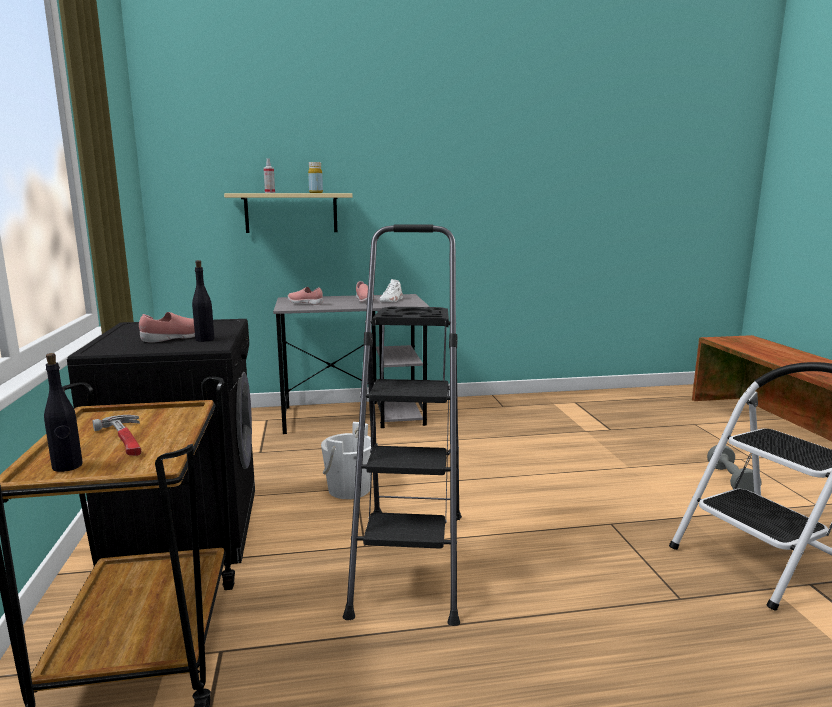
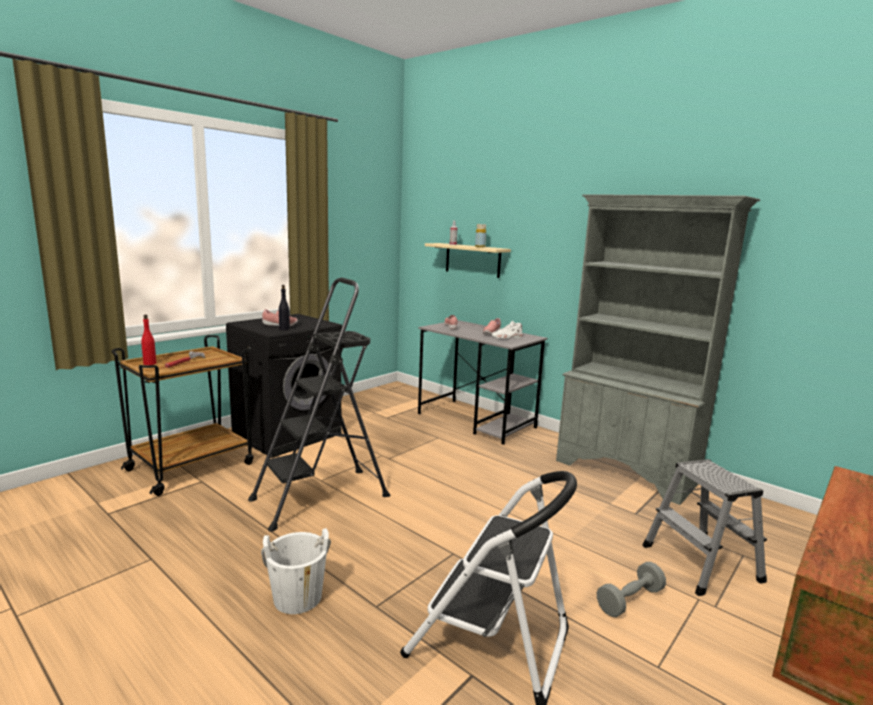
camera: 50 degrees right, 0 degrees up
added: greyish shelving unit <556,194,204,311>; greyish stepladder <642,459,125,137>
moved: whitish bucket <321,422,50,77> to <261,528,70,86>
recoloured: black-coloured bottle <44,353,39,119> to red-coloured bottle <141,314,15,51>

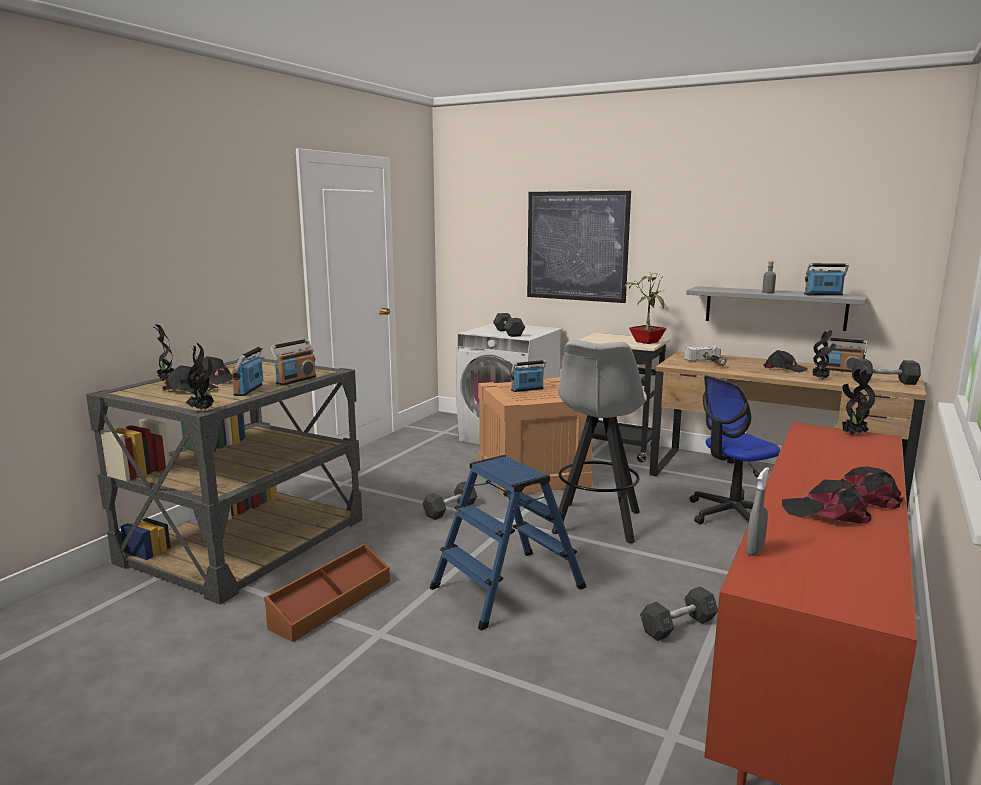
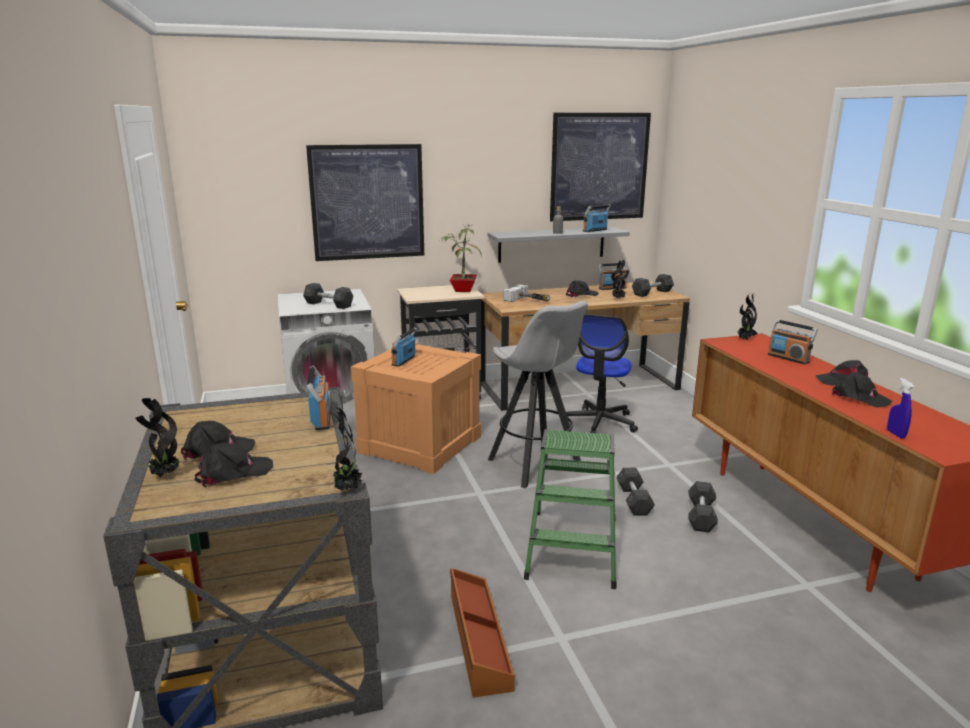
camera: 45 degrees left, 5 degrees up
added: picture <550,113,101,108>
moved: radio <232,346,32,50> to <768,319,50,45>; greyish free weight <422,481,55,39> to <616,468,39,48>
recoloured: blue stepladder <430,455,156,176> to greenish stepladder <524,429,93,160>; greyish hand sprayer <746,467,23,89> to blue hand sprayer <887,378,27,61>
turned: black-coloured peaked cap <782,481,89,43> = <832,372,60,36> 120 degrees counterclockwise

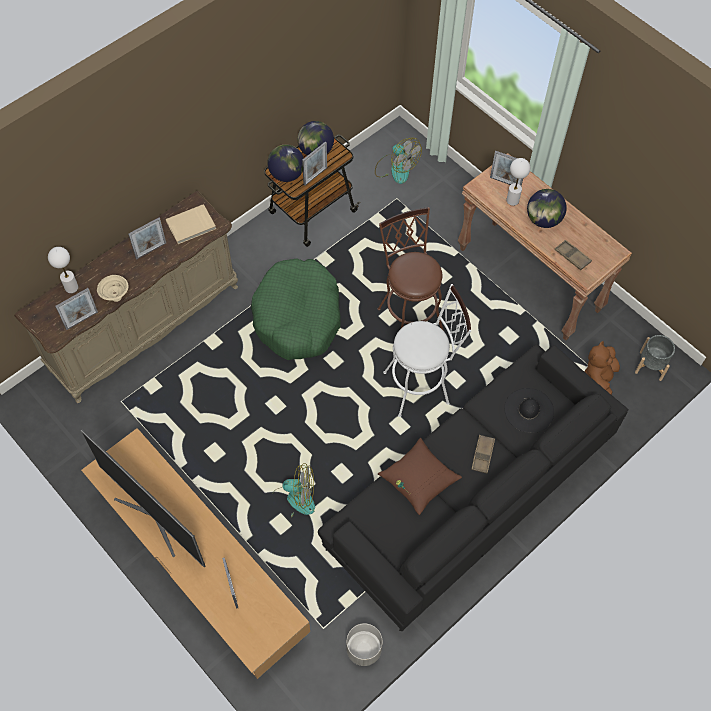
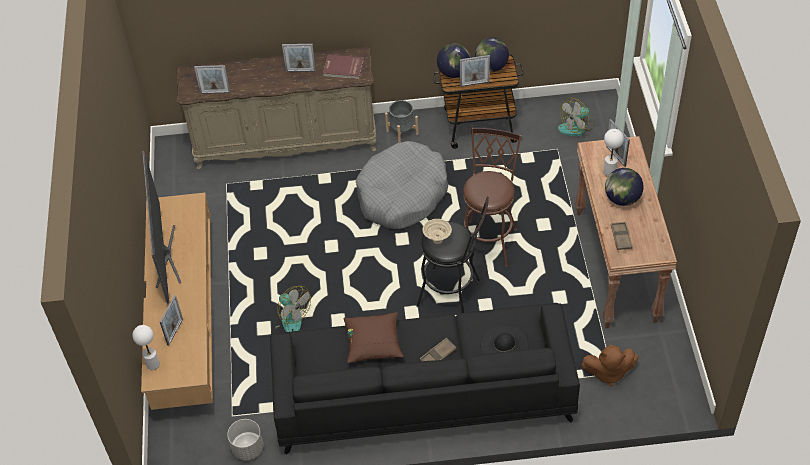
camera: 40 degrees right, 10 degrees down
moved: whitish tabletop lamp <48,247,30,46> to <132,325,28,45>; beige-coloured deep dish <97,275,31,27> to <422,219,30,25>; greyish plant pot <635,335,40,46> to <385,100,34,43>
recoloured: beige-coloured book <166,204,50,40> to red-coloured book <323,55,41,24>; greenish dog cushion <251,258,89,102> to greyish dog cushion <356,141,92,88>; whitish stool <383,284,88,133> to black-coloured stool <416,197,73,116>
turned: cooling fan <375,138,47,46> = <558,98,37,38> 60 degrees clockwise; brown-coloured plush toy <584,341,36,54> = <581,345,57,41> 150 degrees counterclockwise

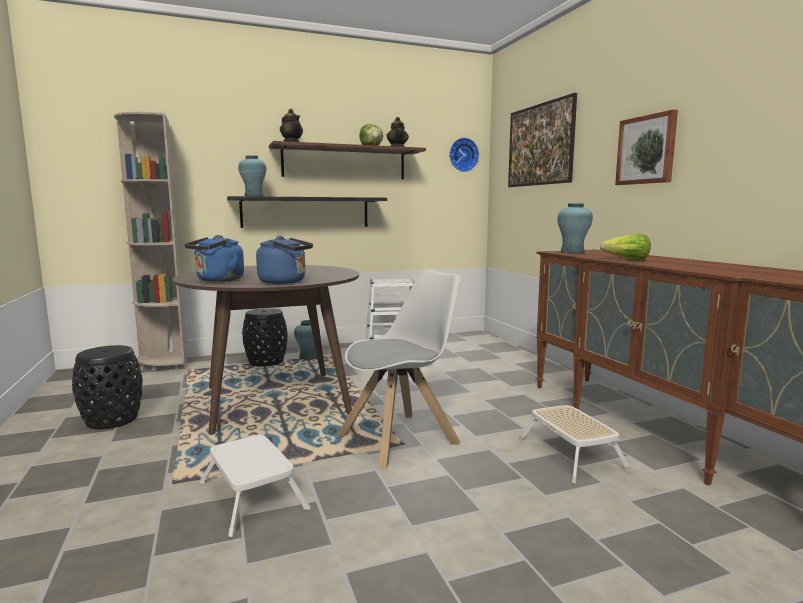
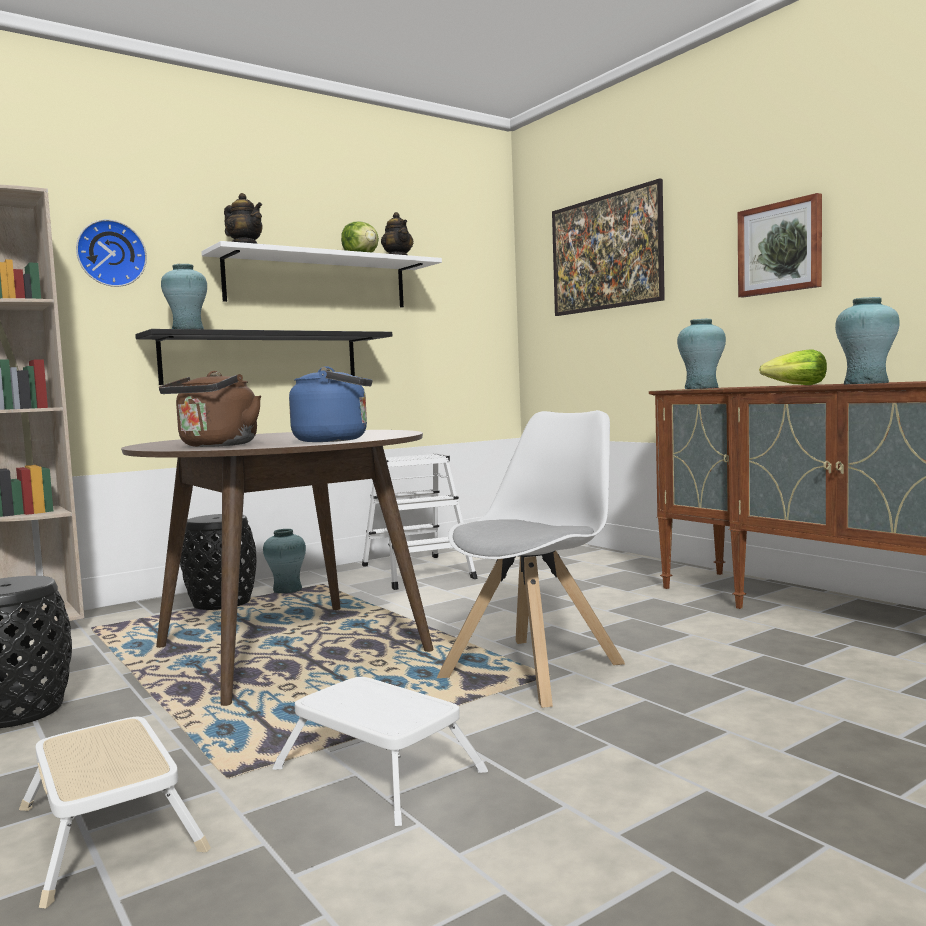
camera: 15 degrees left, 5 degrees down
added: turquoise decorative vase <835,297,64,87>
moved: clock on the wall <449,138,30,34> to <76,219,71,68>; beige-coloured stepladder <518,405,114,79> to <19,717,192,192>
recoloured: blue kettle <185,235,59,47> to brown-coloured kettle <159,371,102,76>; brown-coloured wall shelf <269,141,157,39> to whitish wall shelf <201,241,241,66>

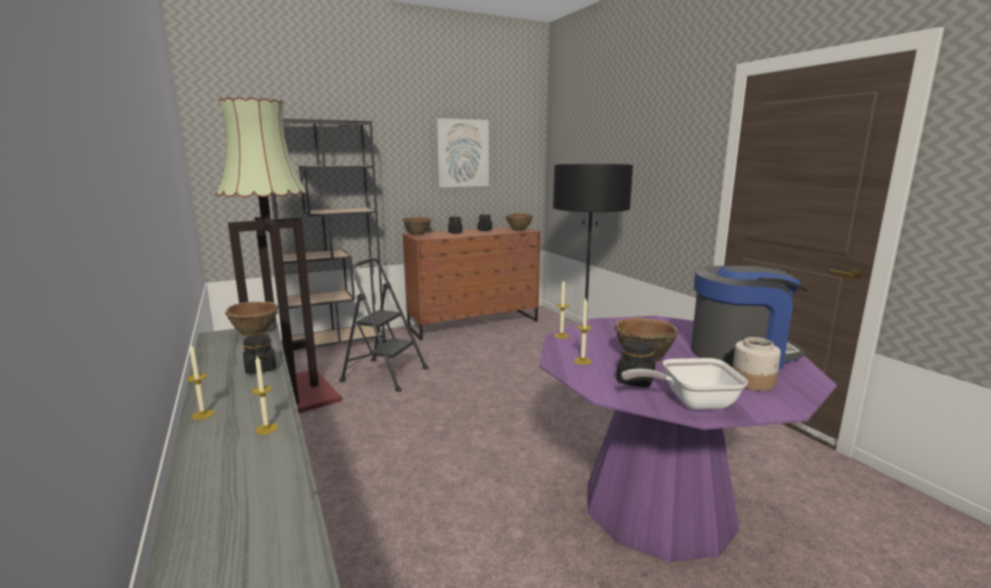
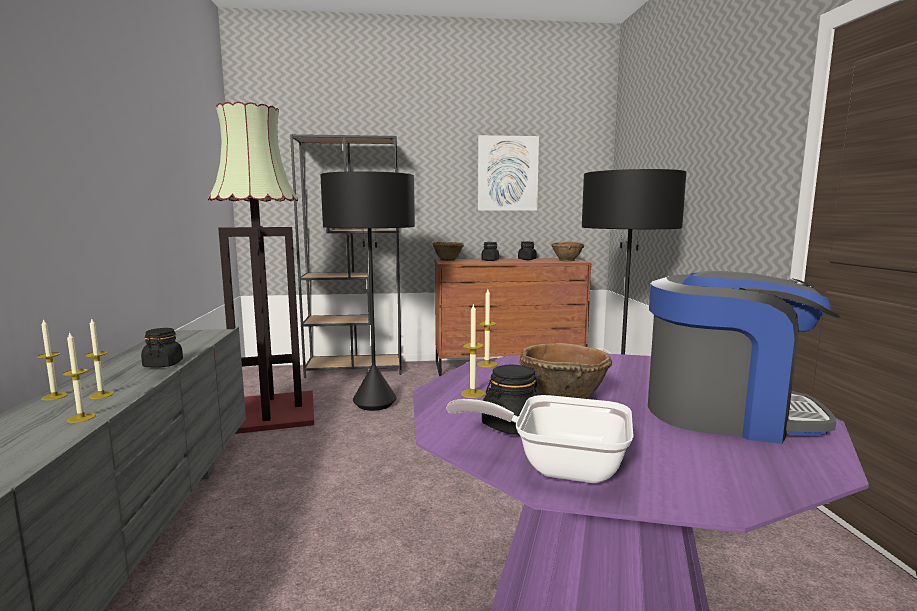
camera: 20 degrees right, 5 degrees down
removed: brown-coloured deep dish <225,302,53,35>; jar <732,337,49,54>
added: candle <85,319,29,80>
replaced: black-coloured stepladder <339,258,89,134> to black-coloured floor lamp <321,171,94,240>

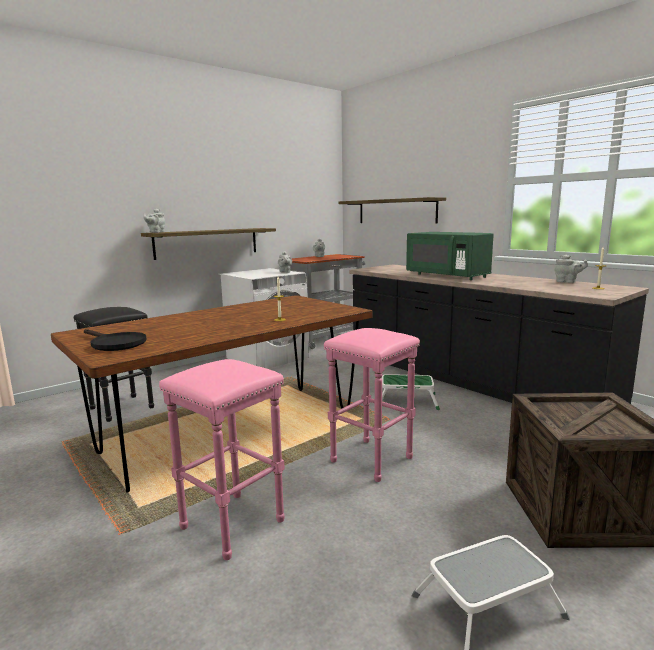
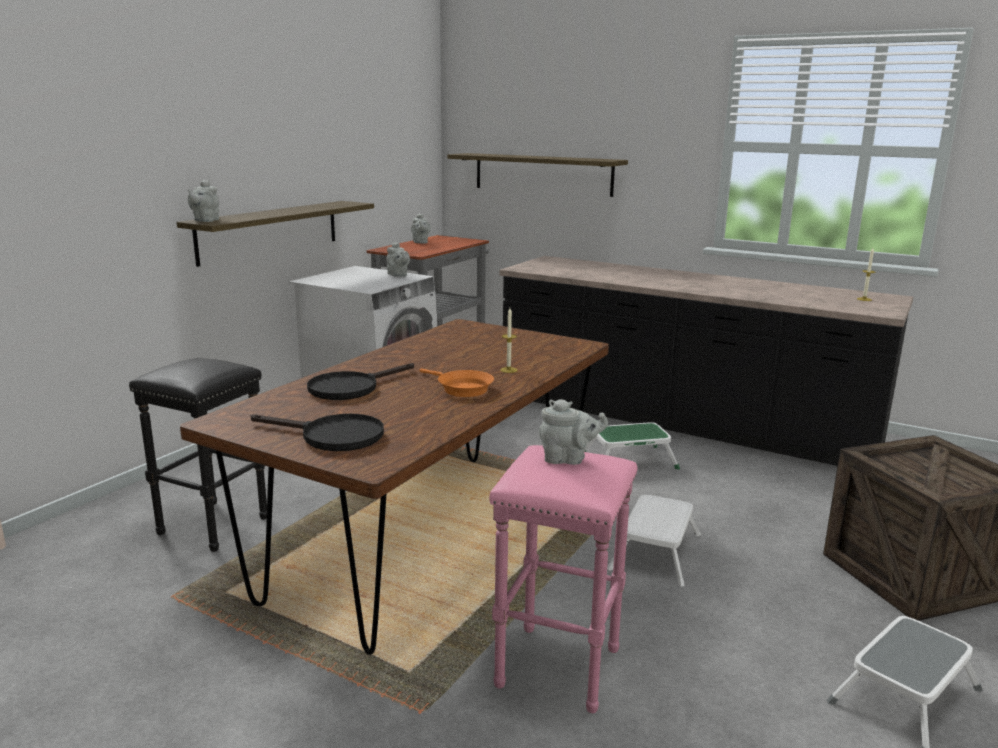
camera: 20 degrees left, 5 degrees up
removed: greenish microwave <406,232,88,48>
added: black-coloured skillet <307,363,107,37>; orange skillet <419,368,75,29>
moved: greyish teapot <554,255,34,28> to <539,399,69,66>
replaced: pink-coloured stool <324,328,96,154> to whitish stepladder <607,495,94,92>

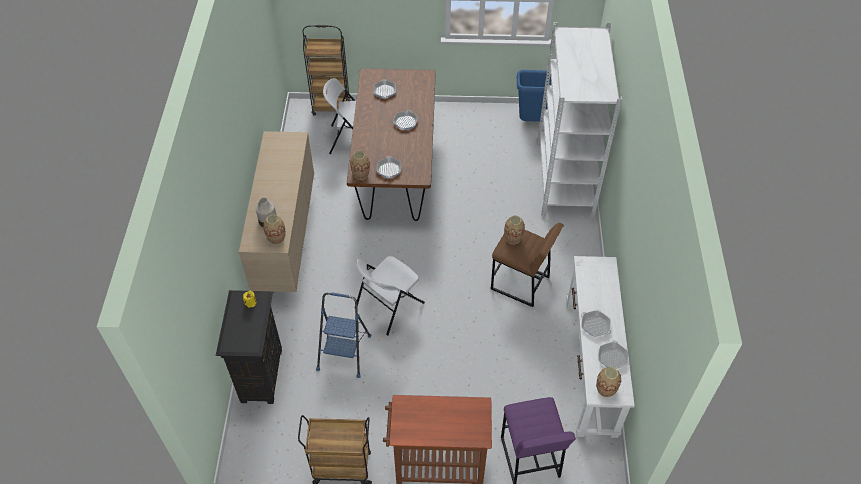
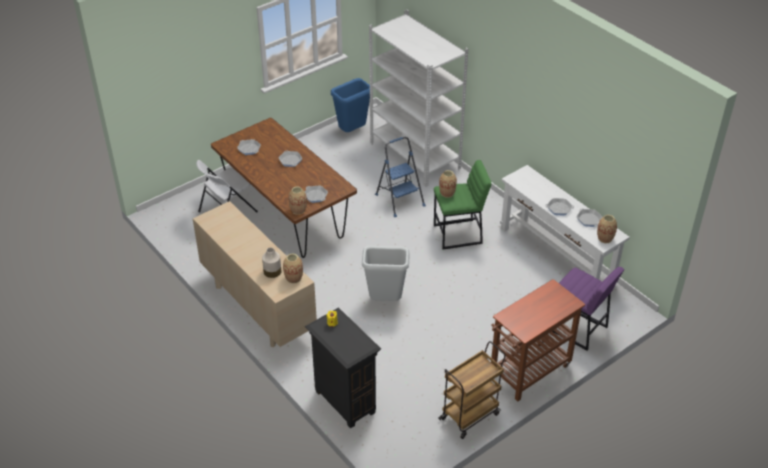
camera: 40 degrees left, 10 degrees down
removed: brown-coloured wheeled cart <303,25,50,91>
moved: blue stepladder <316,292,56,86> to <375,137,51,80>
replaced: whitish upright chair <354,256,71,80> to greyish trash can <362,246,48,55>
recoloured: brown-coloured stool <491,223,73,84> to greenish stool <434,160,58,90>

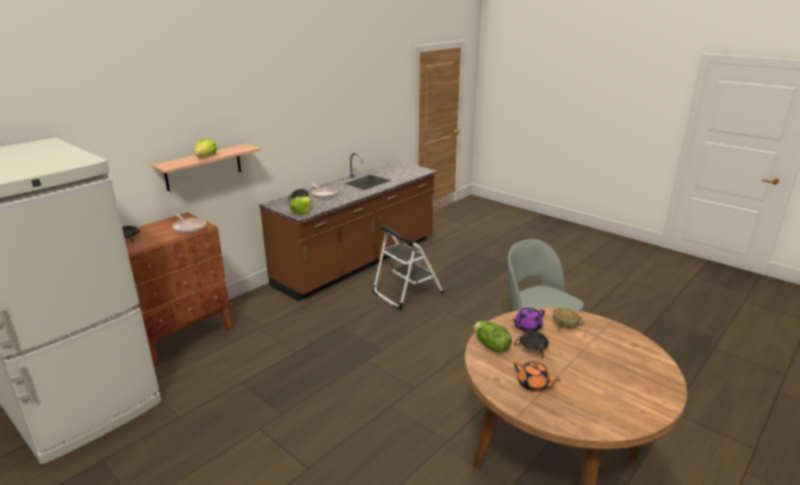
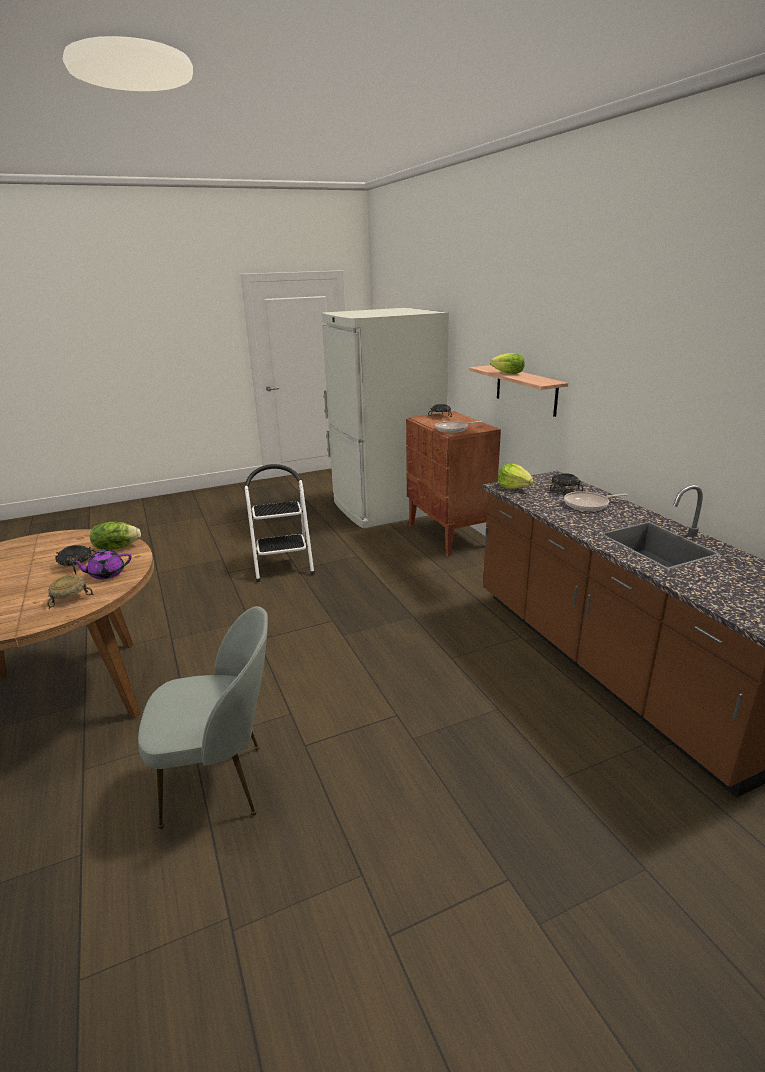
camera: 115 degrees right, 0 degrees up
removed: orange teapot <513,361,48,31>
moved: stepladder <373,225,71,85> to <245,464,70,118>
turned: purple-coloured teapot <512,308,33,24> = <71,550,61,30> 105 degrees counterclockwise

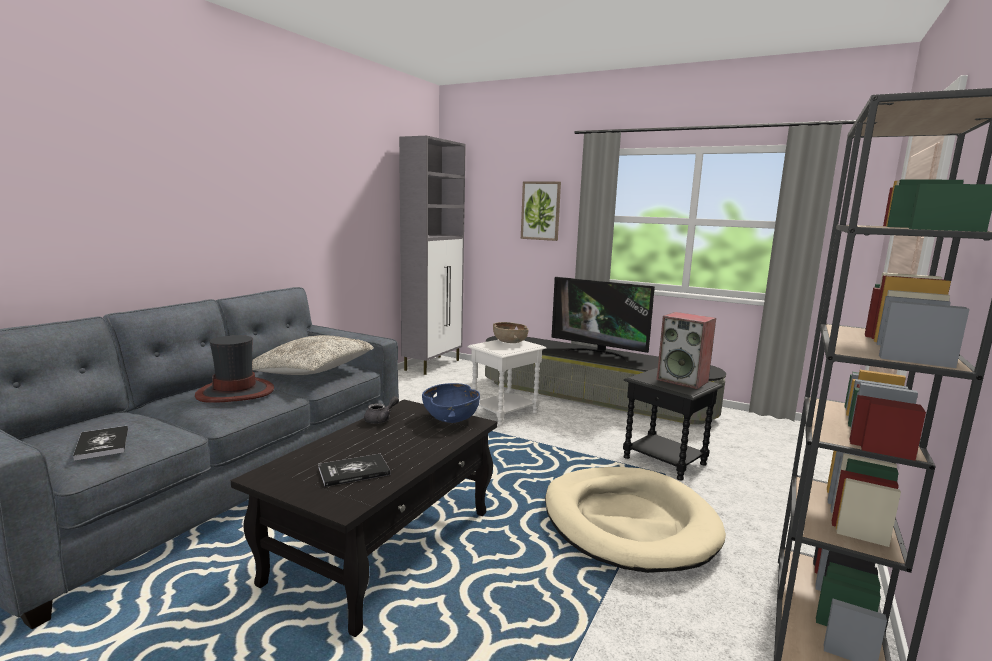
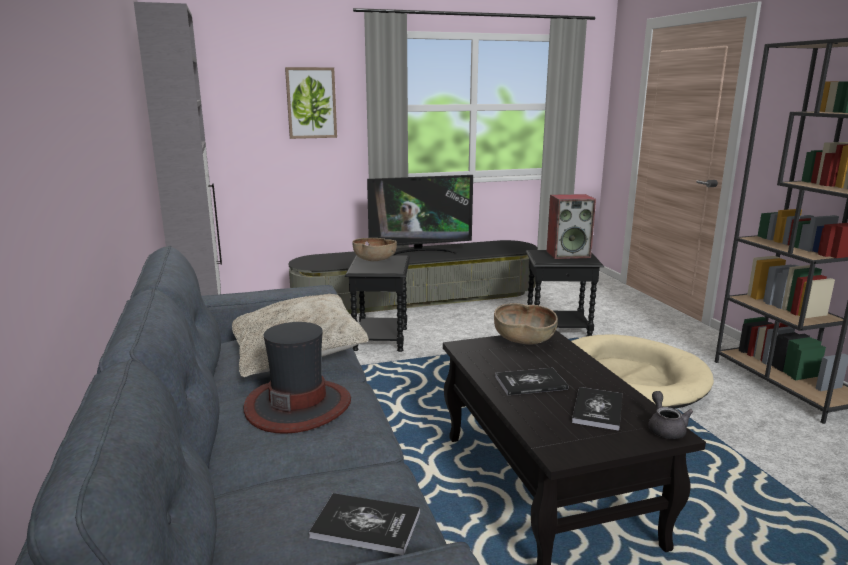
camera: 45 degrees left, 5 degrees up
added: book <495,368,73,27>
moved: greyish teapot <364,396,35,28> to <648,391,45,48>
recoloured: blue deep dish <422,383,58,40> to brown-coloured deep dish <494,303,64,42>; whitish accent table <467,340,80,85> to black-coloured accent table <345,255,65,97>

